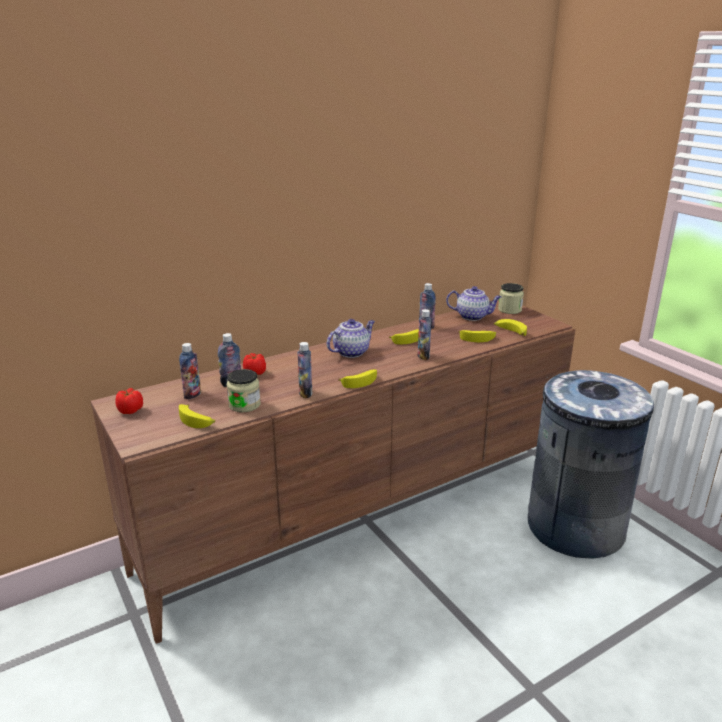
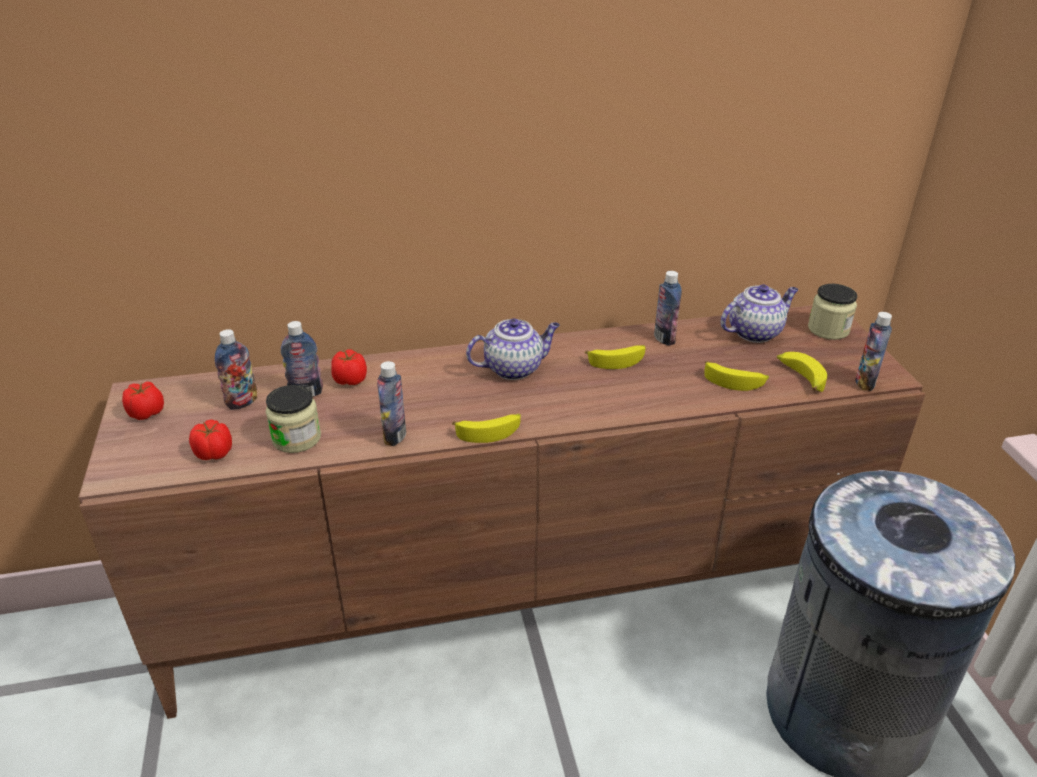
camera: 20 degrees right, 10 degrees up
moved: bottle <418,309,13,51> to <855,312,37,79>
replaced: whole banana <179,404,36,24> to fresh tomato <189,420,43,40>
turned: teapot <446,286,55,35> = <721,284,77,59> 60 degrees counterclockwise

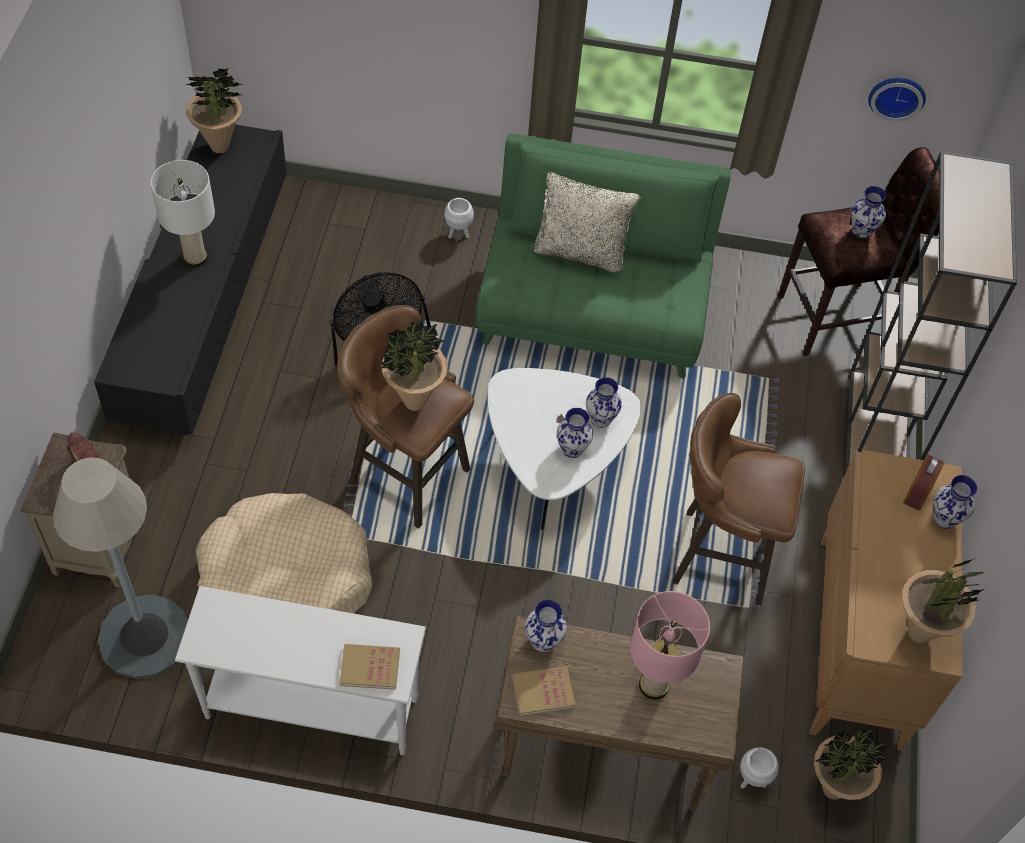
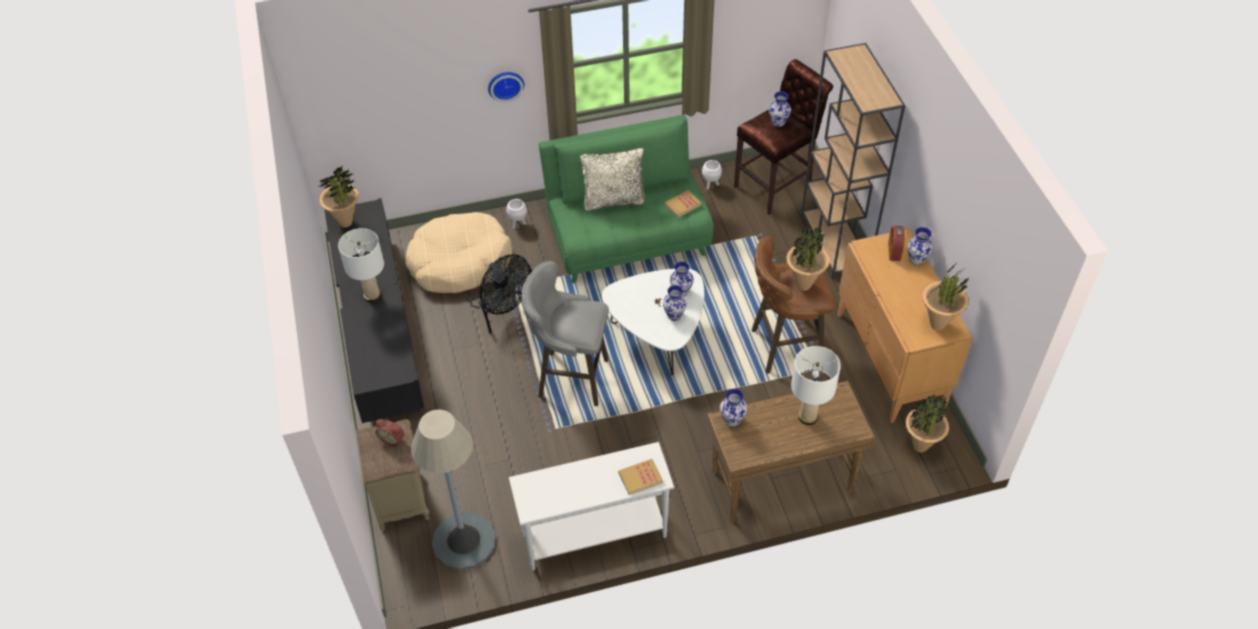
camera: 20 degrees left, 5 degrees down
moved: beige-coloured dog cushion <196,493,176,121> to <405,212,108,81>; houseplant <380,319,68,92> to <787,225,43,66>; book <512,666,64,50> to <664,190,38,28>; whitish plant pot <740,747,39,42> to <702,160,20,30>; clock on the wall <868,78,58,44> to <488,72,36,30>
recoloured: brown-coloured stool <337,305,137,224> to greyish stool <521,261,88,145>; pink-coloured tabletop lamp <630,591,80,109> to whitish tabletop lamp <791,346,50,79>

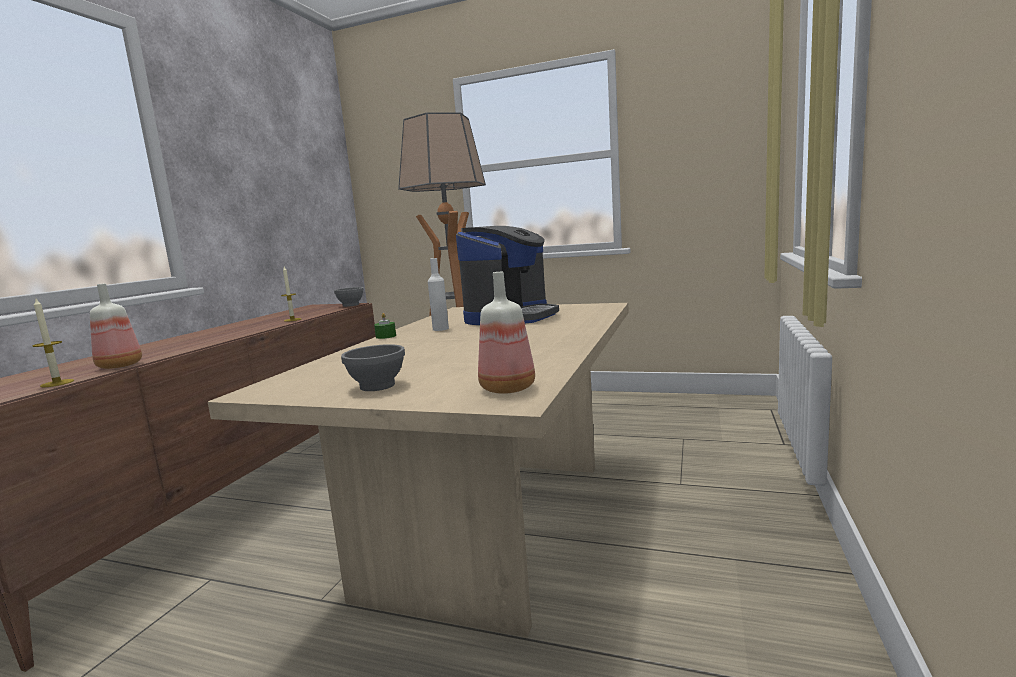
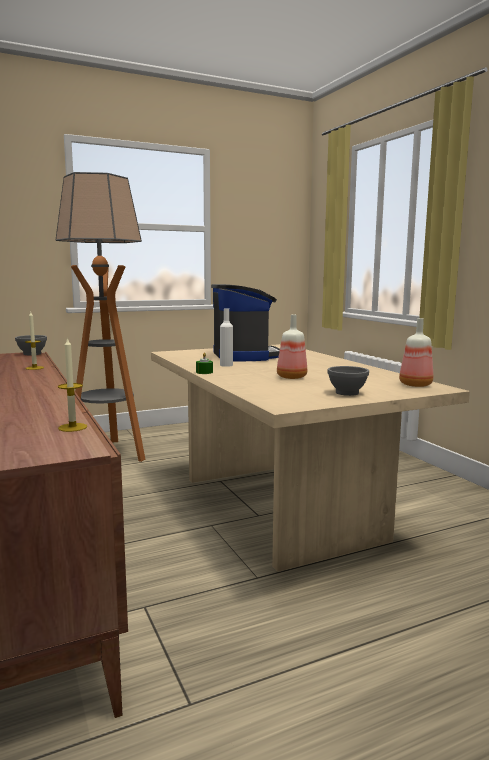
camera: 45 degrees left, 0 degrees up
moved: bottle <90,283,52,86> to <277,314,30,65>

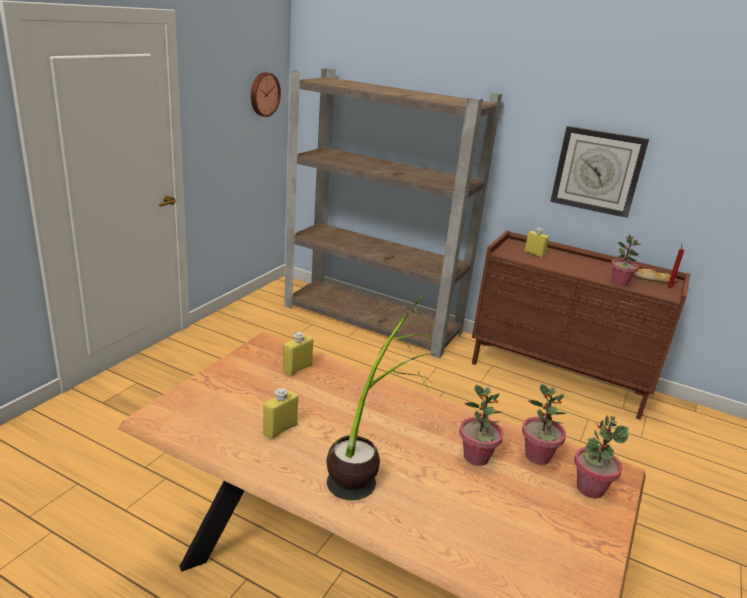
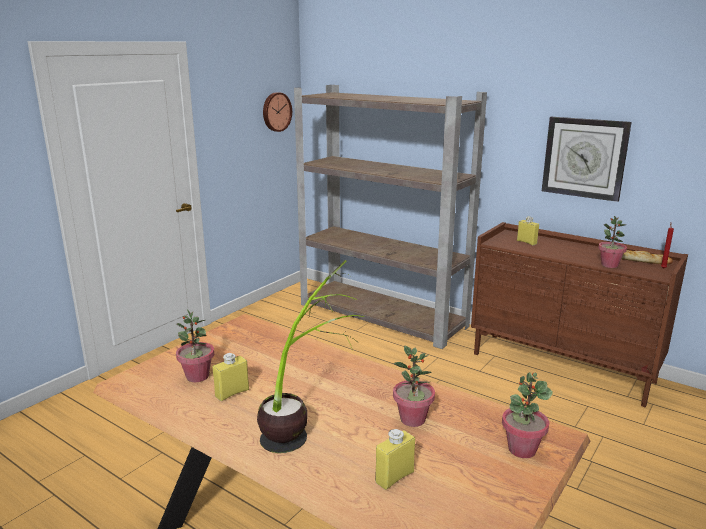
camera: 10 degrees right, 5 degrees down
moved: yellowish bottle <283,332,30,44> to <375,429,40,61>; houseplant <522,384,45,81> to <176,310,38,72>

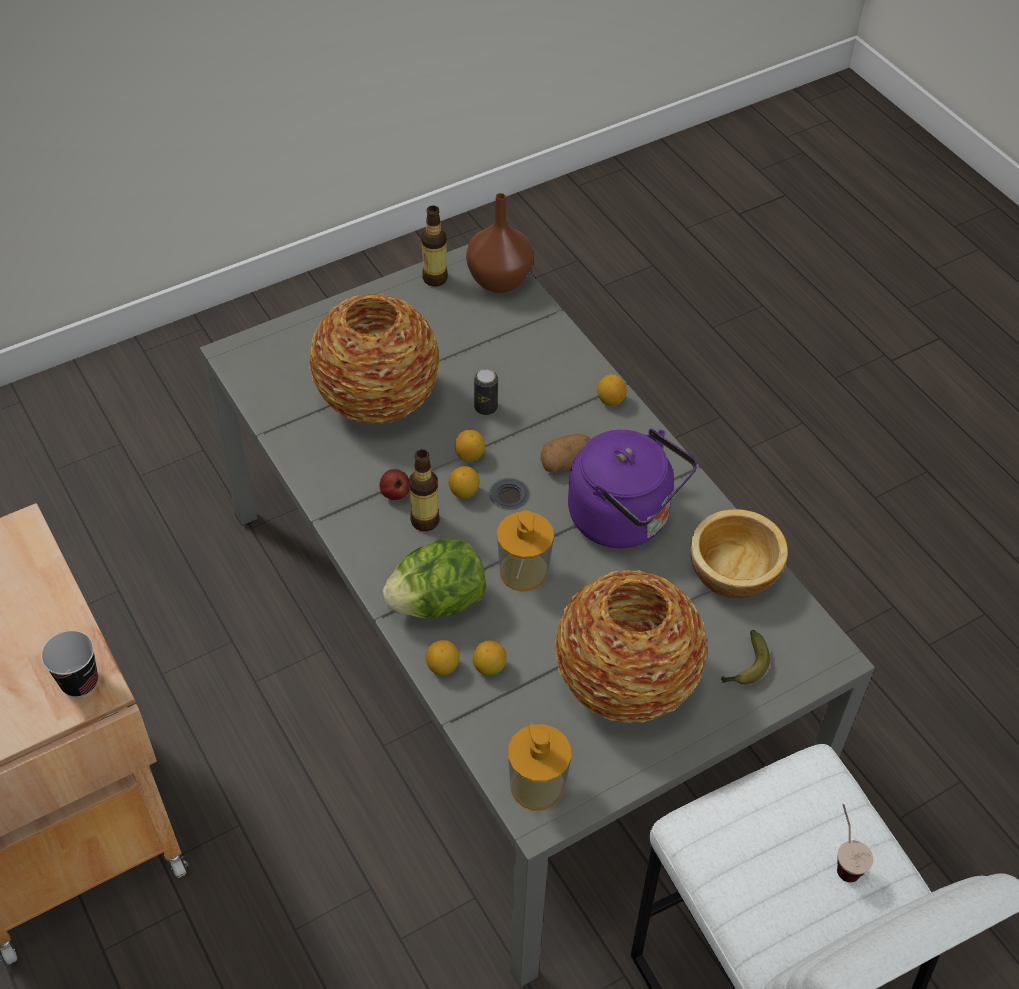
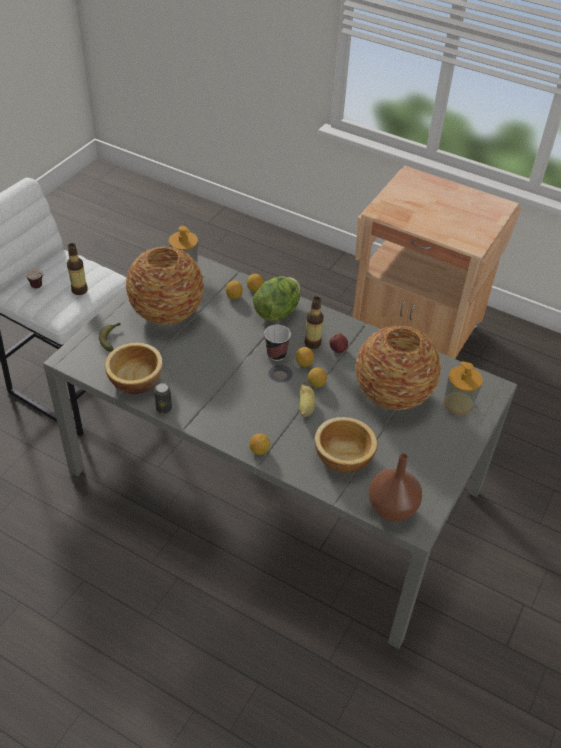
camera: 150 degrees right, 5 degrees down
removed: spud <541,434,50,38>; purple-coloured kettle <568,429,129,119>
added: whole banana <299,381,16,36>; deep dish <314,417,63,56>
moved: cup <41,630,57,67> to <264,325,27,36>; bottle <421,206,27,80> to <67,243,21,52>; metal can <474,369,24,46> to <154,383,18,31>; soap bottle <497,510,57,82> to <444,362,39,52>

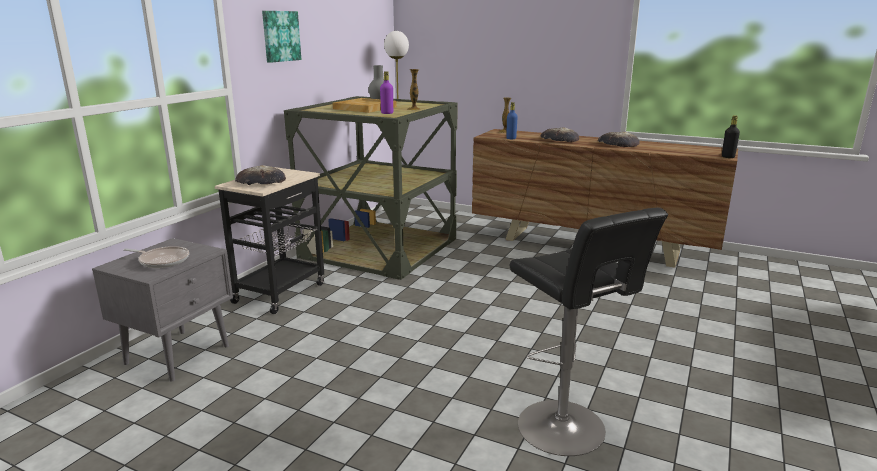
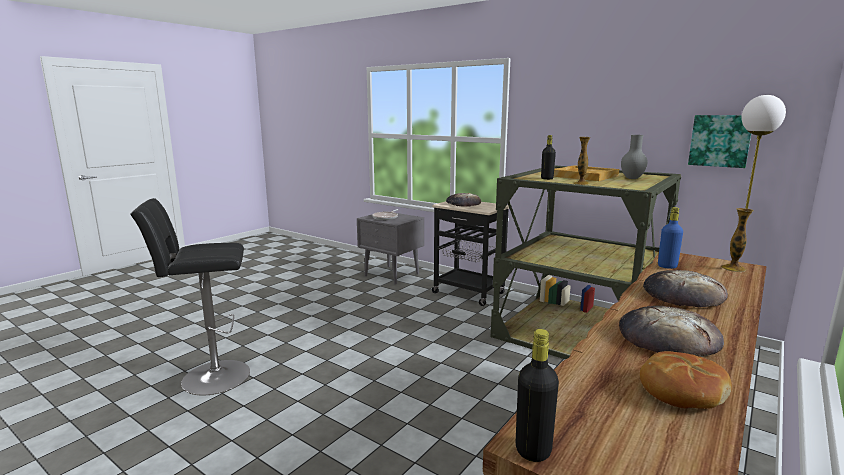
camera: 100 degrees right, 5 degrees down
added: bakery bread <640,351,92,58>
moved: picture <262,11,39,52> to <688,115,63,53>
recoloured: purple-coloured bottle <380,71,13,43> to black-coloured bottle <541,135,15,45>

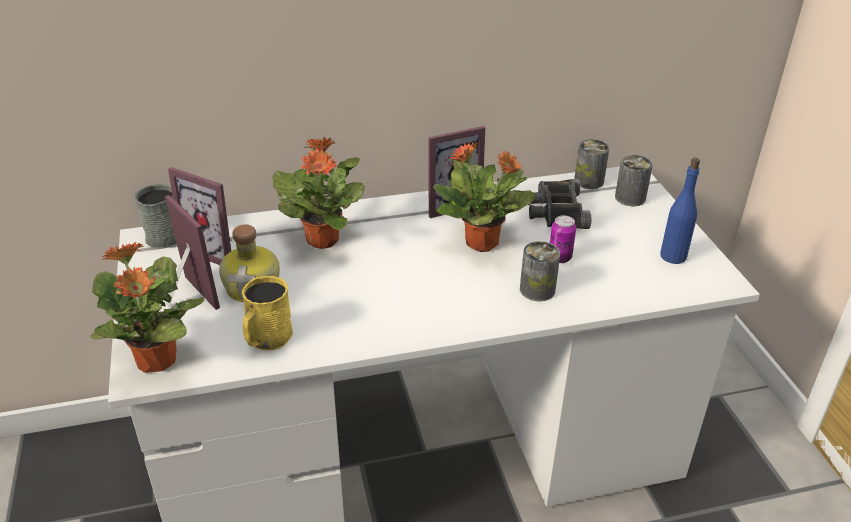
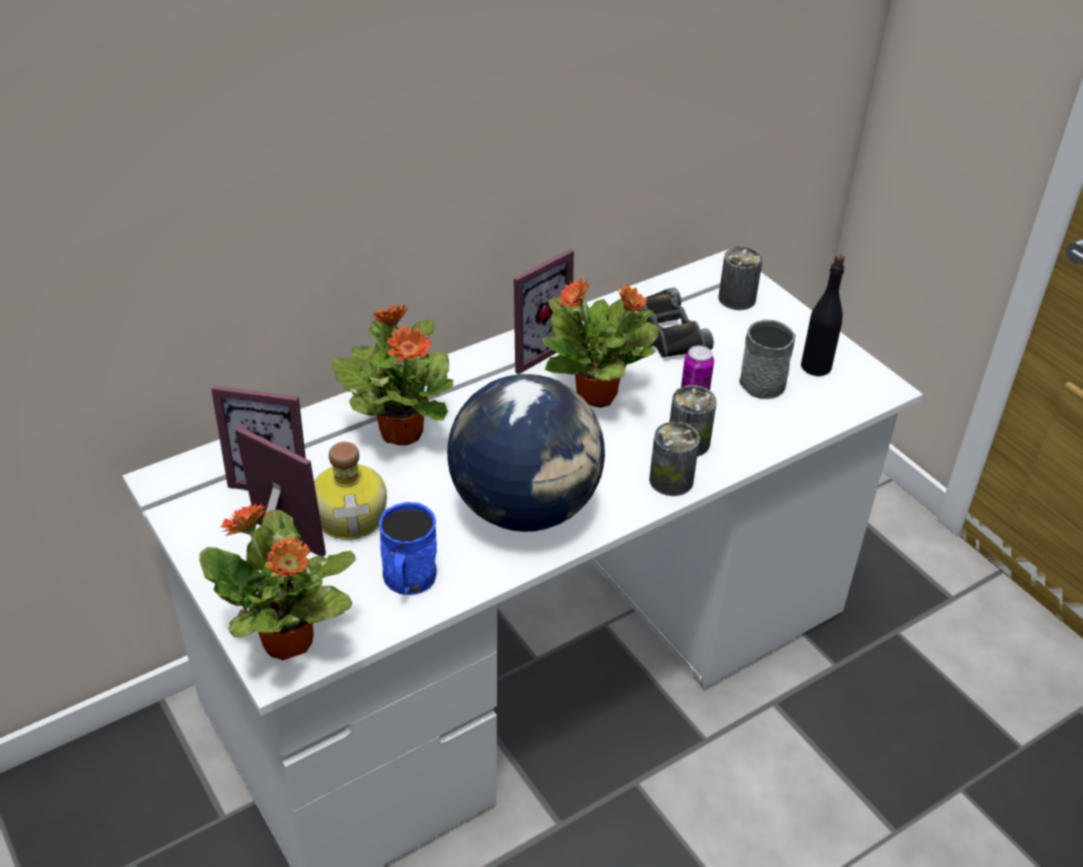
camera: 20 degrees left, 5 degrees up
added: globe <447,374,158,158>
moved: greyish mug <135,184,42,64> to <739,319,57,80>; metal can <574,139,36,50> to <649,422,51,74>
recoloured: yellowish mug <242,276,51,74> to blue mug <379,502,58,93>; blue bottle <660,158,40,106> to black-coloured bottle <801,254,44,122>

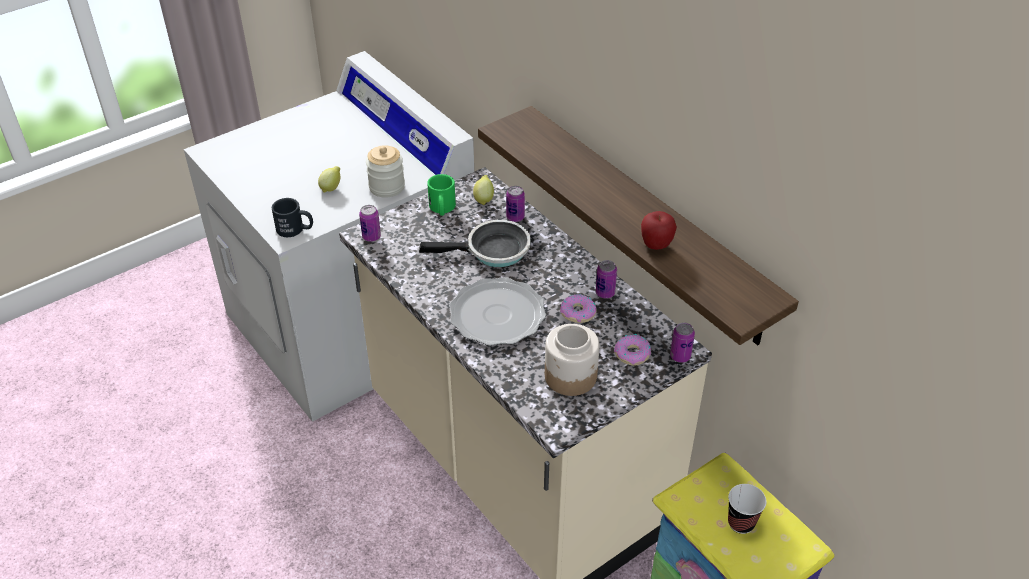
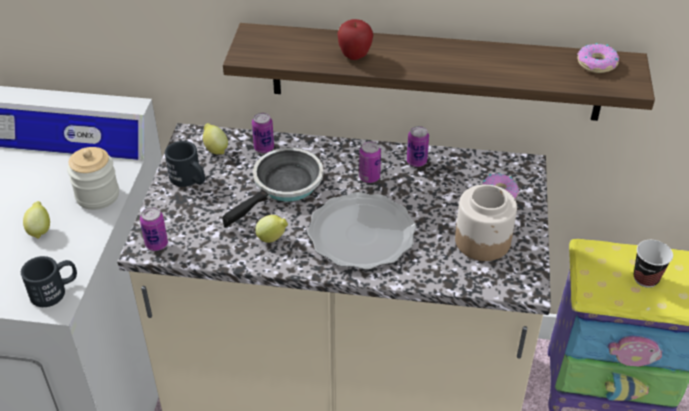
camera: 45 degrees left, 0 degrees up
added: whole lemon <255,215,33,28>
moved: doughnut <560,294,37,29> to <577,43,42,30>; apple fruit <641,211,36,39> to <337,19,36,41>; metal can <670,322,25,41> to <359,141,22,42>
recoloured: greenish mug <427,174,29,42> to black-coloured mug <165,141,40,46>

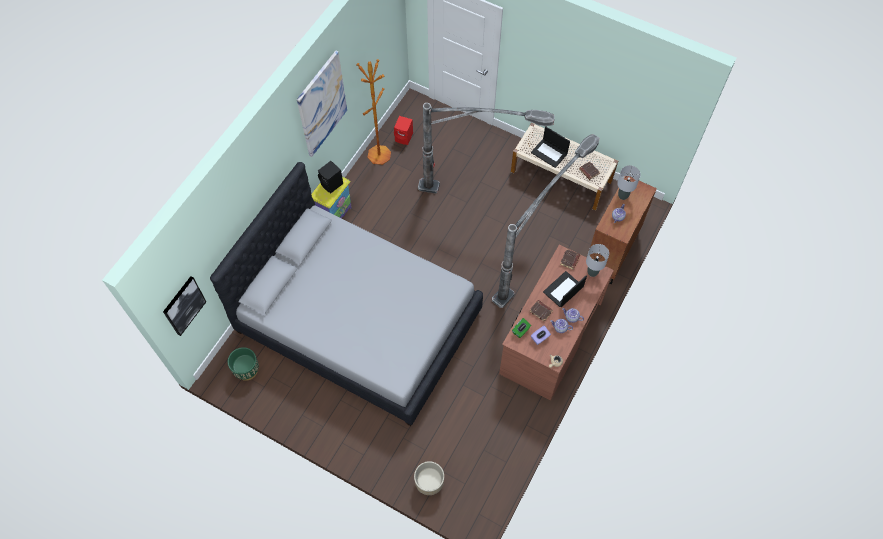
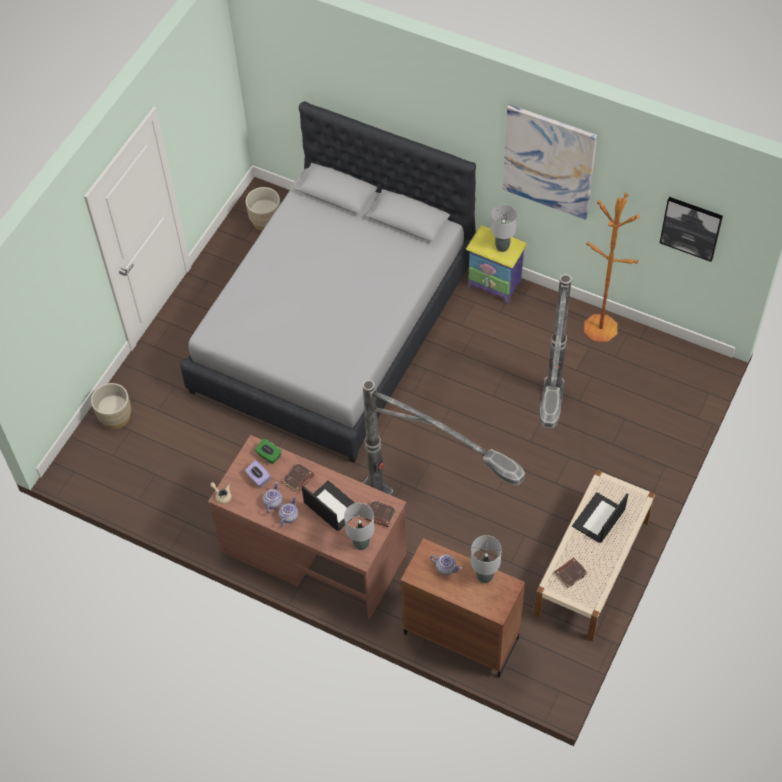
camera: 90 degrees right, 5 degrees down
removed: red-coloured audio speaker <394,116,19,29>
moved: picture <163,276,43,60> to <660,197,63,65>
replaced: black-coloured audio speaker <318,161,25,32> to greyish tabletop lamp <491,205,26,47>
recoloured: greenish plant pot <228,347,31,34> to beige-coloured plant pot <246,187,34,44>

